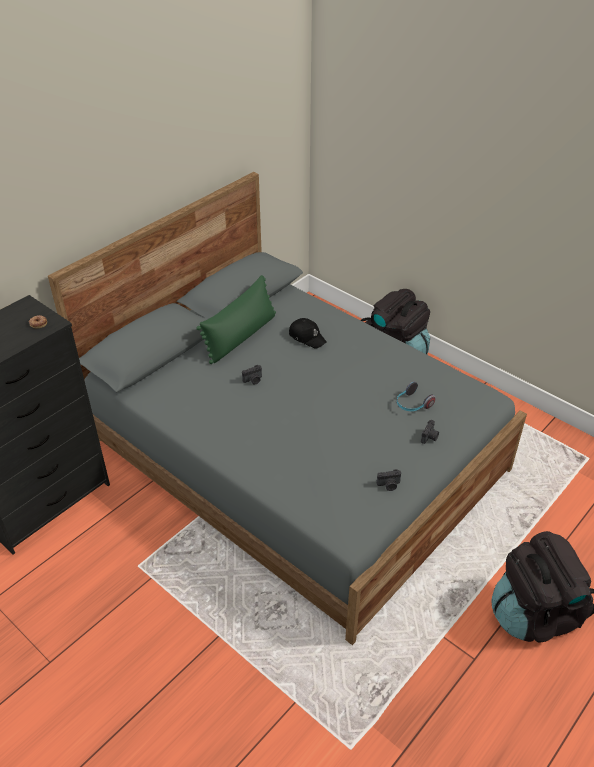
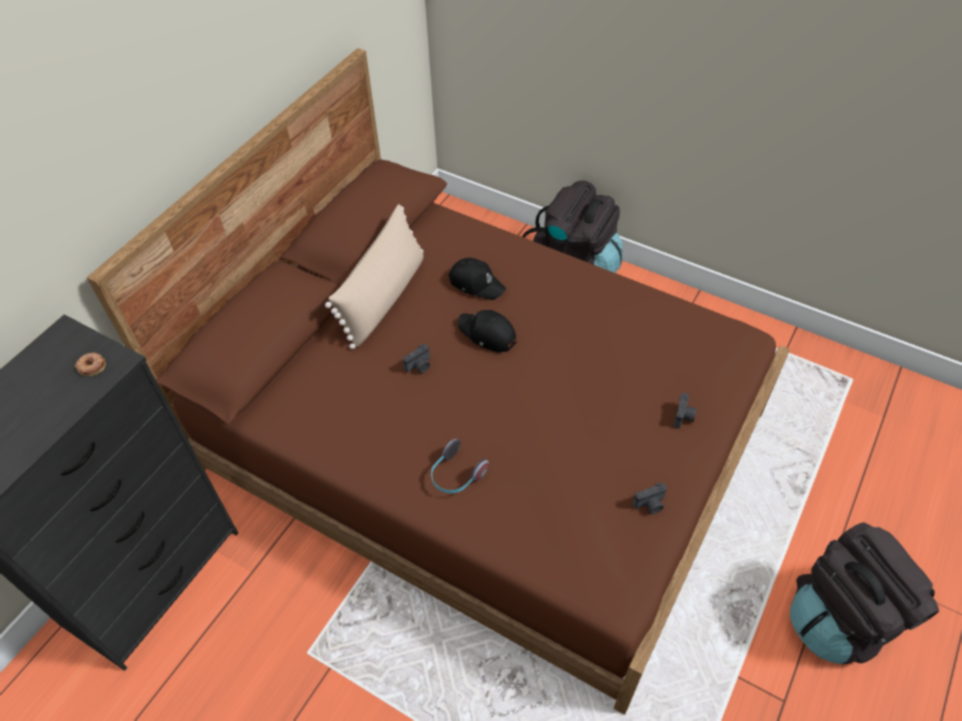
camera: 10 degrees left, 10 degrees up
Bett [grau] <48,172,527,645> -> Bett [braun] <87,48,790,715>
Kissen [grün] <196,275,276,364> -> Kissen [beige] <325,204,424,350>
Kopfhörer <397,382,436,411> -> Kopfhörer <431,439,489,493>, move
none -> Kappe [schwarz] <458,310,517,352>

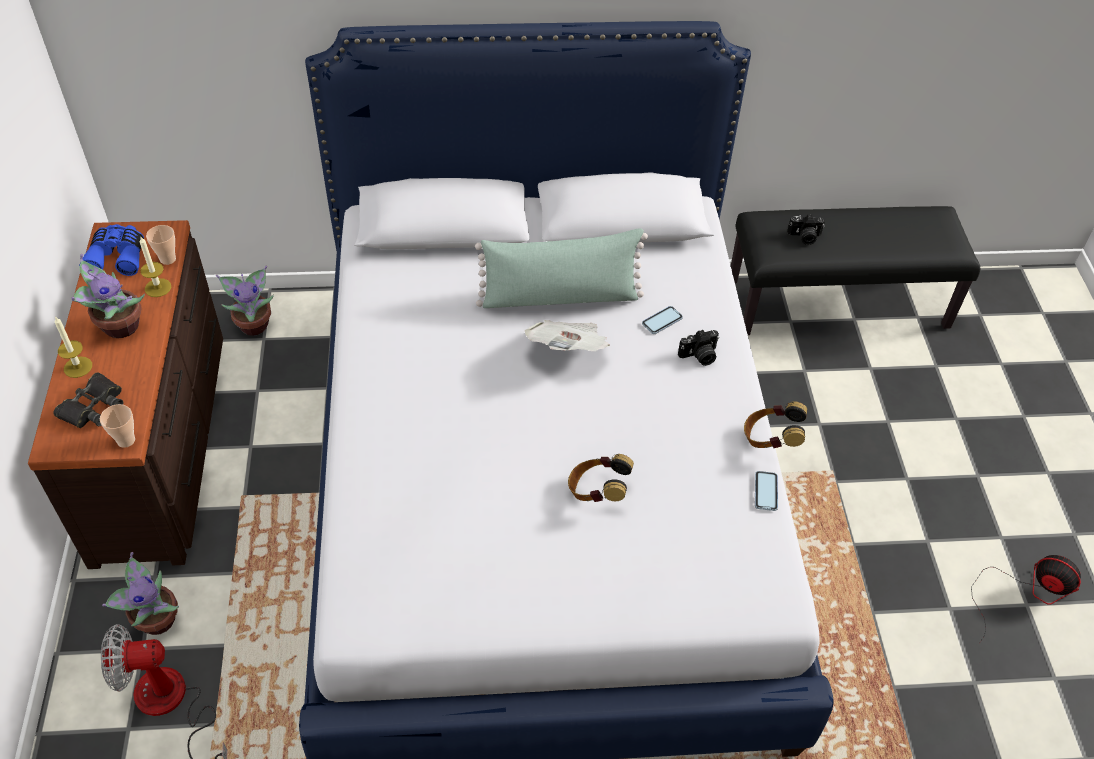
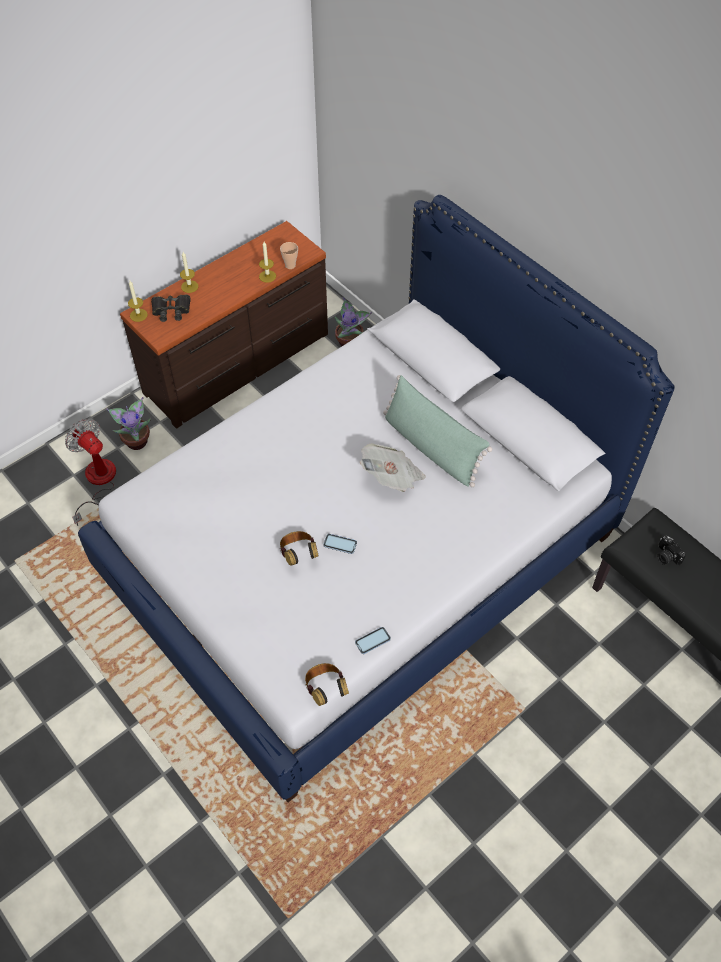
camera: 55 degrees right, 5 degrees up
none -> Kerze <128,281,148,322>
Kopfhörer <744,402,807,448> -> Kopfhörer <305,663,349,706>, move
Handy <642,306,683,334> -> Handy <323,534,357,554>, move
Topfpflanze <72,254,145,338> -> none
Fernglas [blau] <79,224,144,276> -> none
Tasse <100,404,135,448> -> none
Kamera <678,330,719,366> -> none
Ventilator <971,555,1081,644> -> none

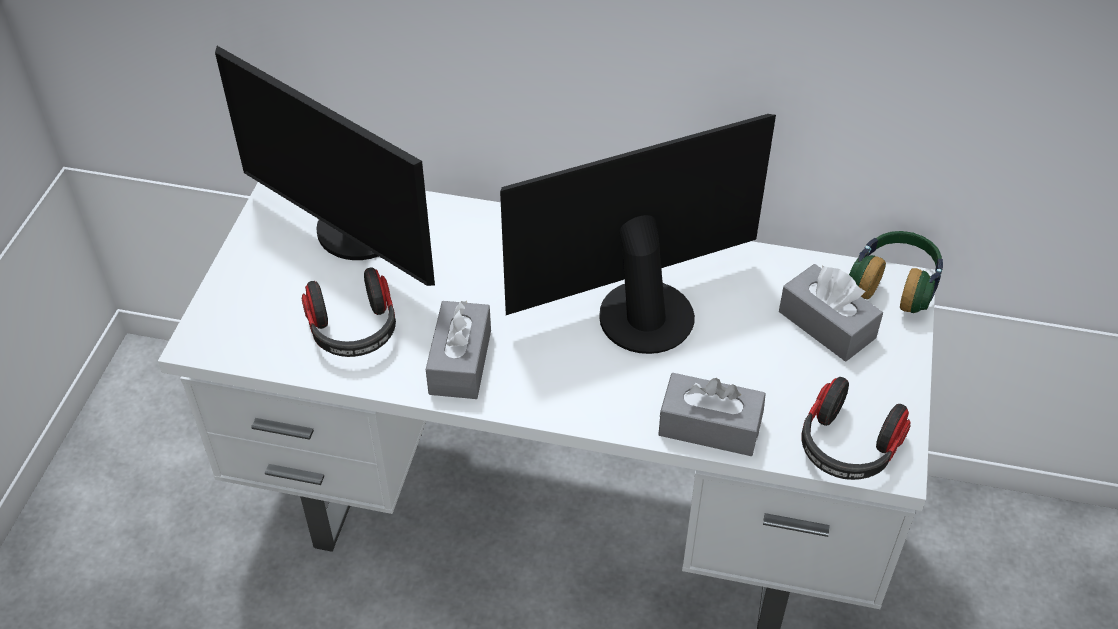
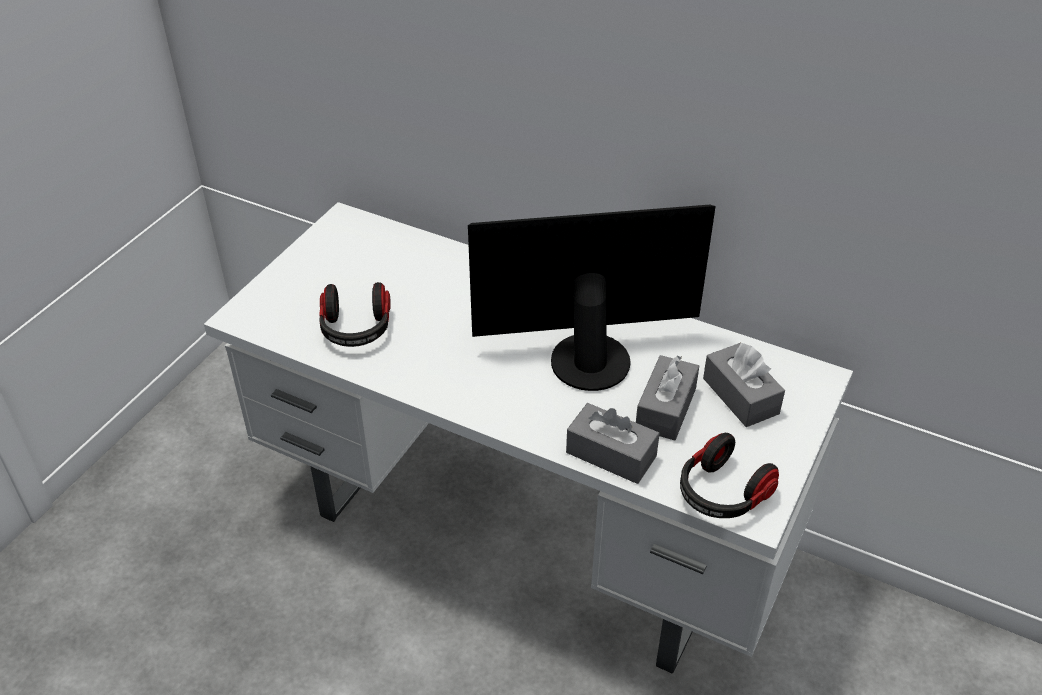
camera: 15 degrees right, 5 degrees down
Taschentuchbox [grau] <426,301,491,399> -> Taschentuchbox [grau] <636,355,699,440>, move
Monitor <215,46,435,286> -> none
Kopfhörer <849,231,943,313> -> none

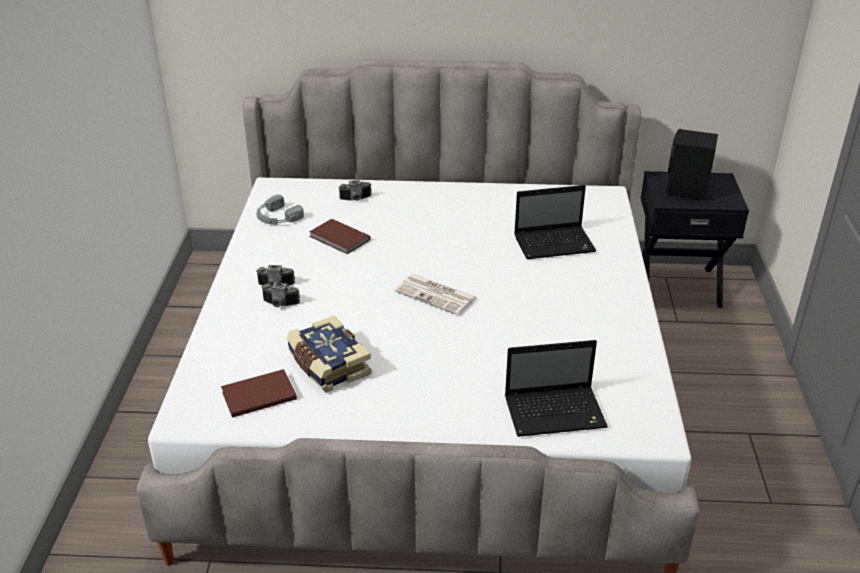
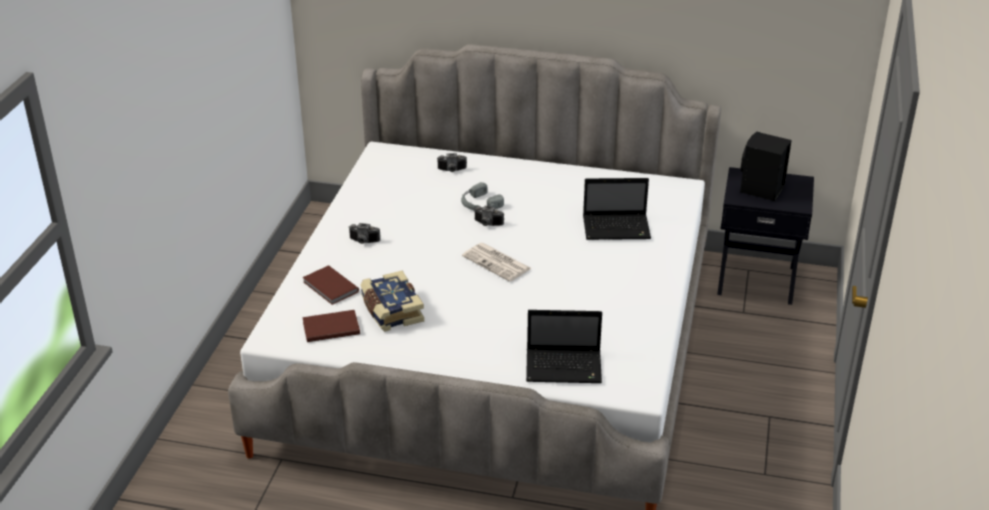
camera: 10 degrees right, 0 degrees up
Buch [braun] <309,219,371,254> -> Buch [braun] <302,265,359,305>, move
Kopfhörer [grau] <256,194,304,225> -> Kopfhörer [grau] <461,182,504,211>, move
Kamera <261,282,300,307> -> Kamera <474,206,504,226>, move

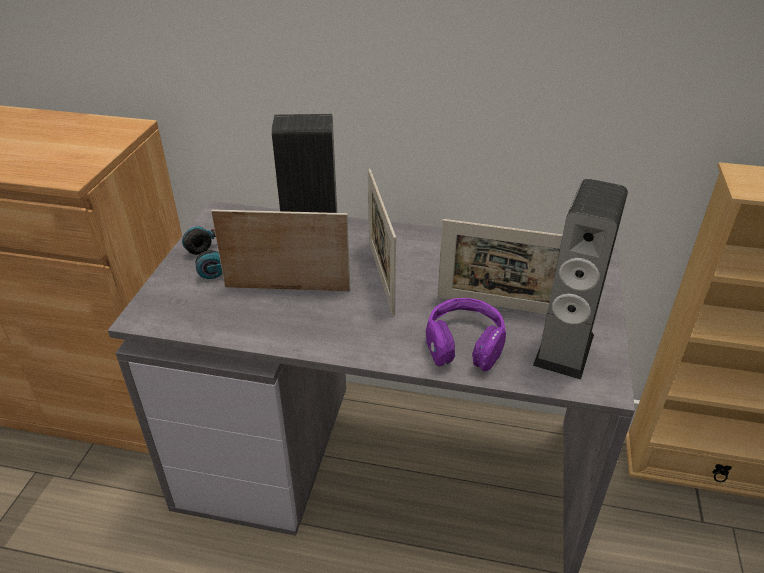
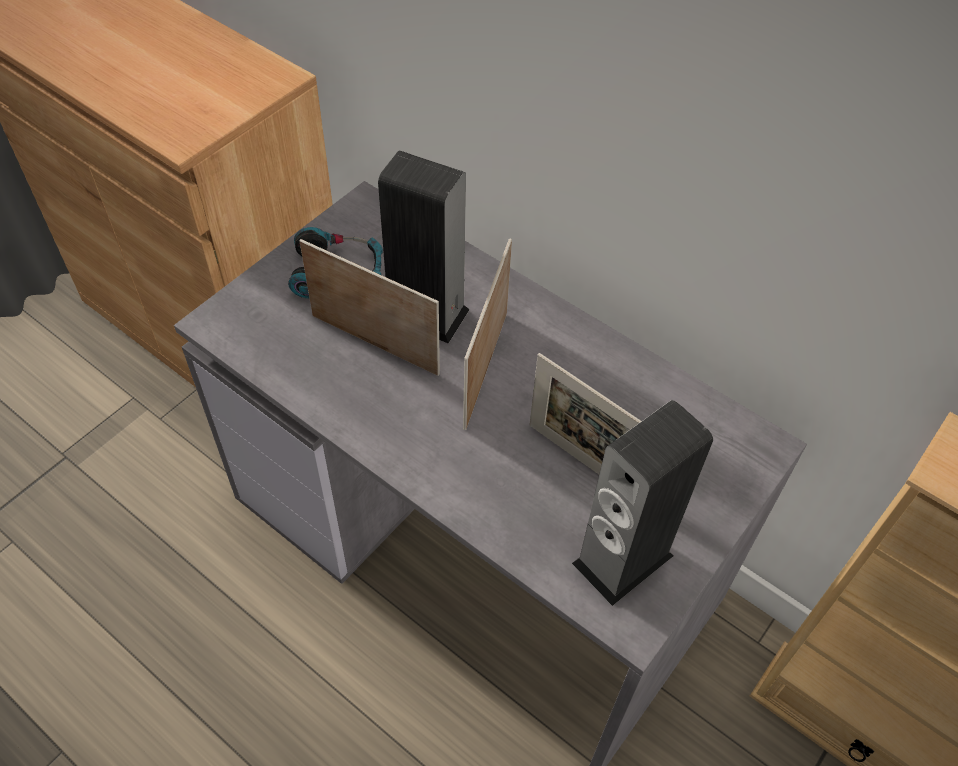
camera: 25 degrees right, 15 degrees up
Kopfhörer [lila] <426,298,506,371> -> none

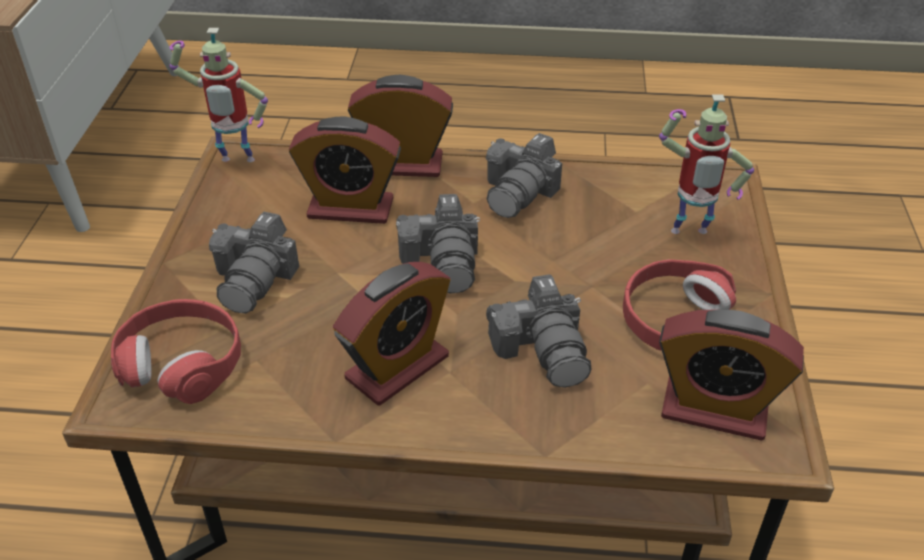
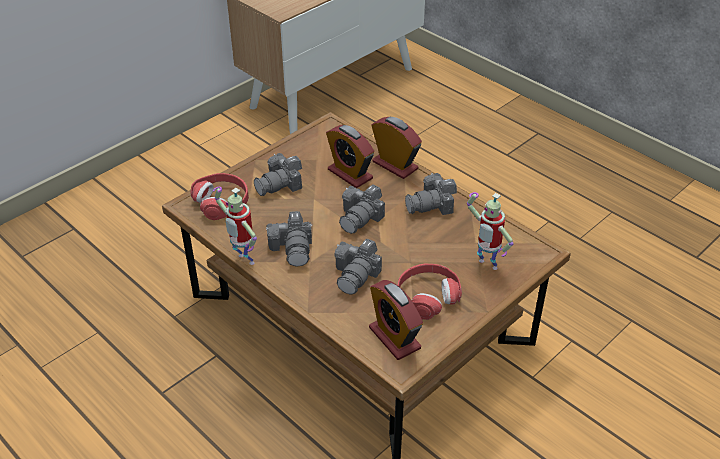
camera: 40 degrees right, 0 degrees up
Spielzeugroboter <169,28,268,162> -> Spielzeugroboter <213,187,257,265>, move
Wecker <333,262,450,406> -> Kamera <266,211,312,267>

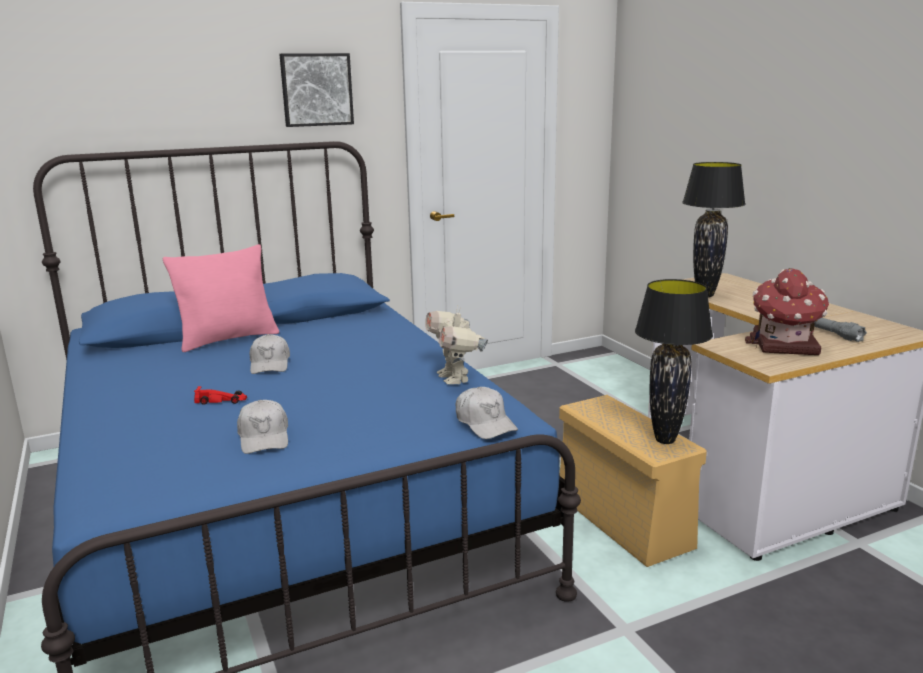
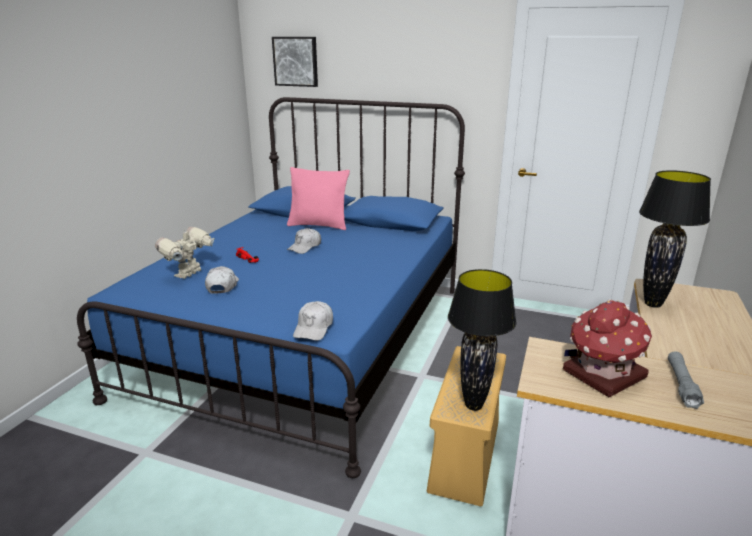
camera: 45 degrees right, 5 degrees up
Spielzeugroboter <425,306,488,385> -> Spielzeugroboter <155,227,215,279>, move
Kappe [weiß] <237,400,288,454> -> Kappe [weiß] <205,266,239,294>, 150 degrees clockwise
Bild <279,53,354,127> -> Bild <272,37,318,87>, move

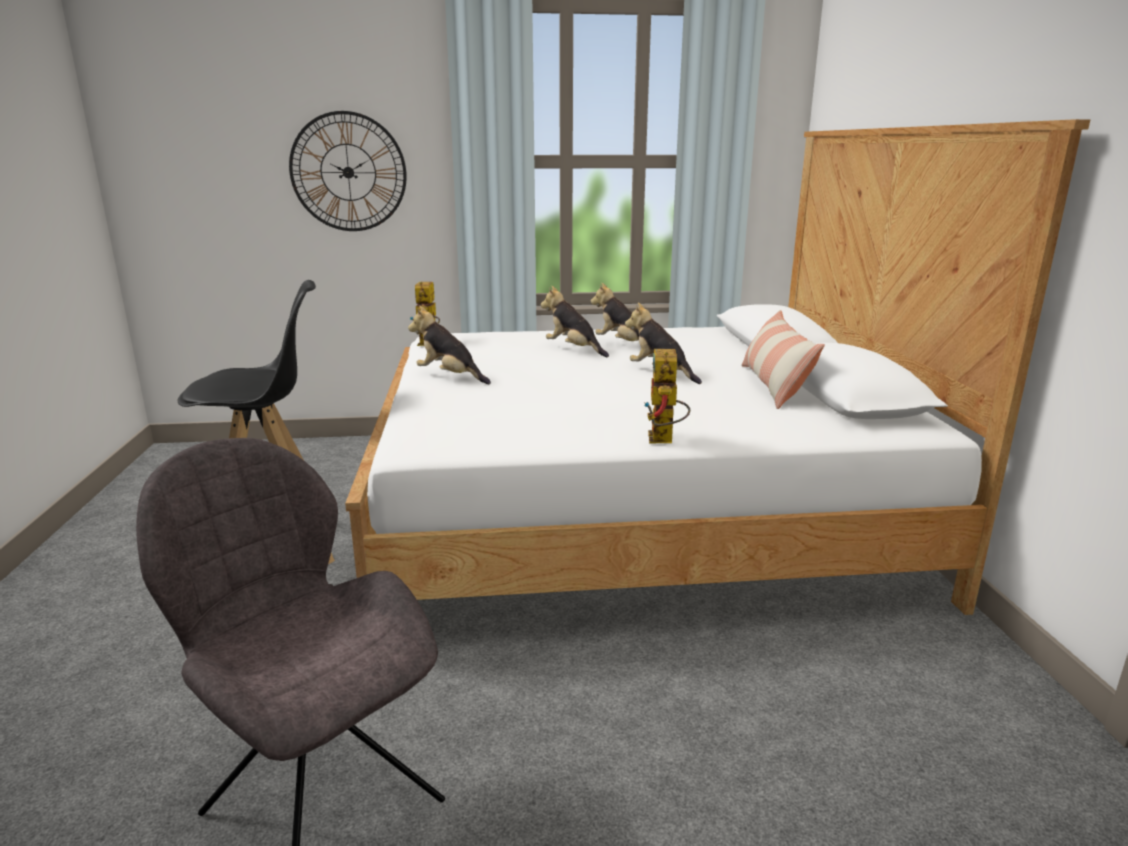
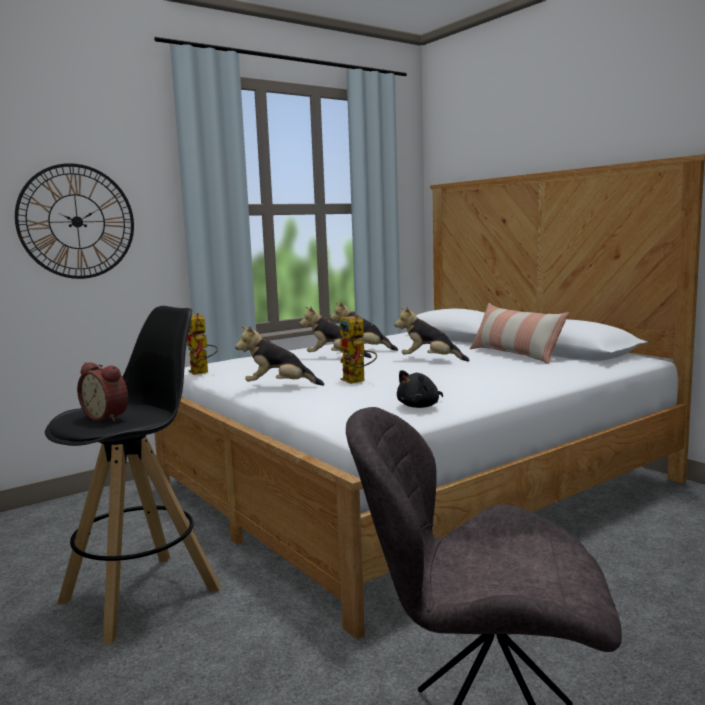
camera: 30 degrees left, 10 degrees down
none -> Wecker <77,362,128,422>
Spielzeugroboter <644,349,690,443> -> Spielzeugroboter <340,315,377,384>, move
none -> Plüschtier [schwarz] <397,370,443,408>

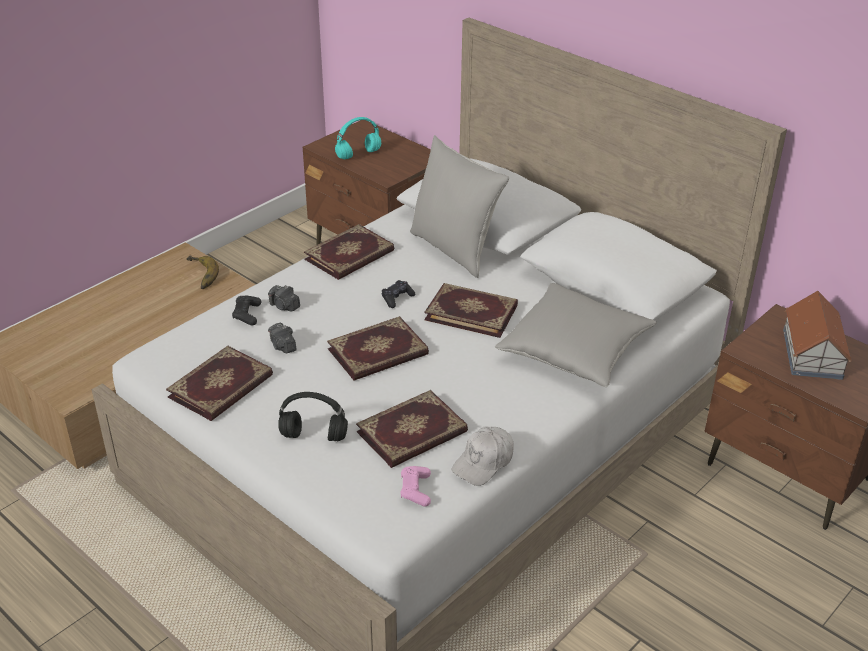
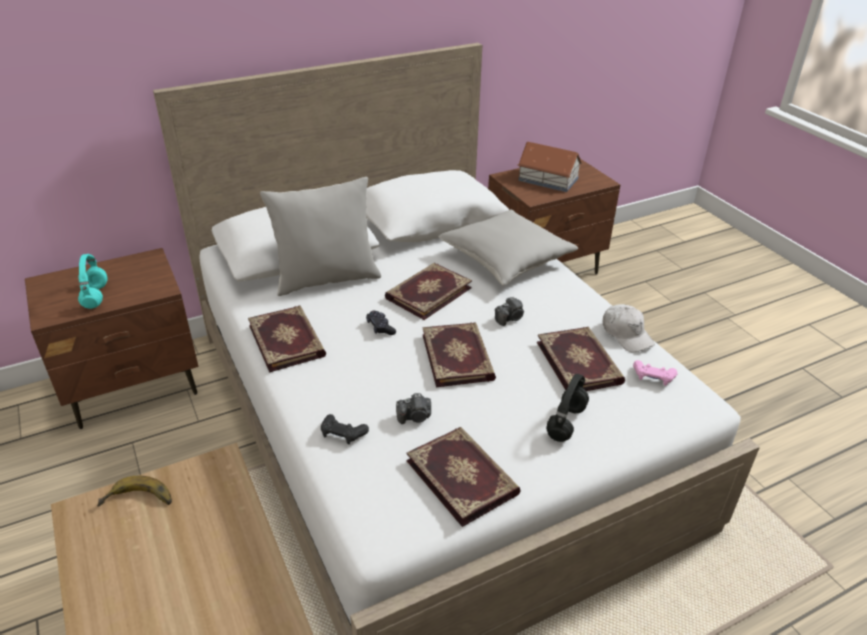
camera: 70 degrees left, 0 degrees up
Kamera <268,285,300,311> -> Kamera <495,297,524,326>, move

